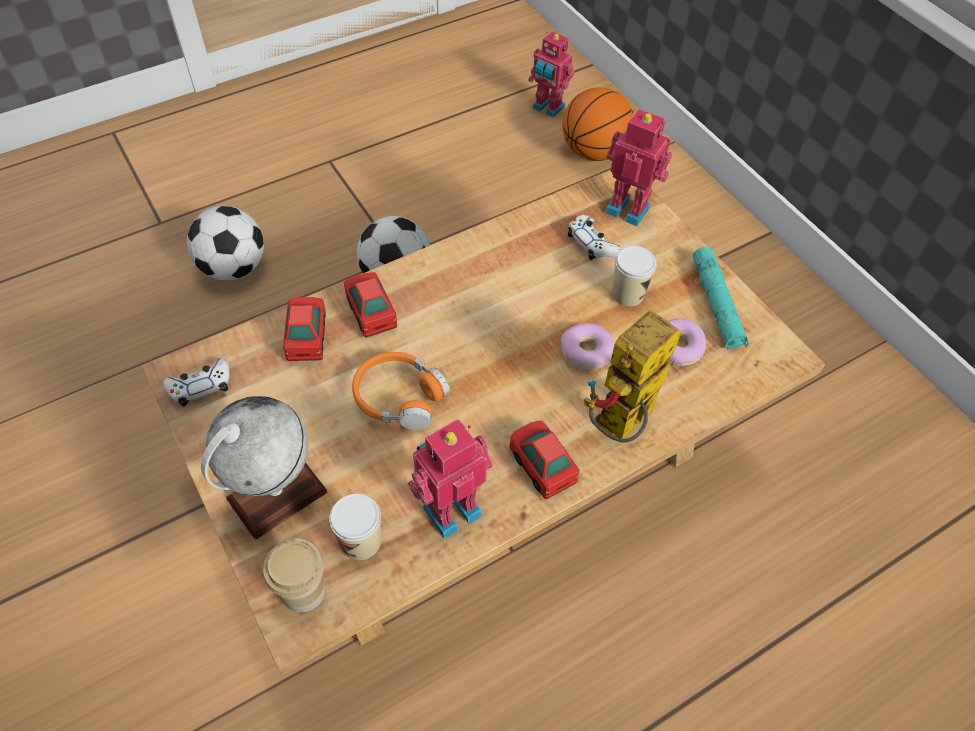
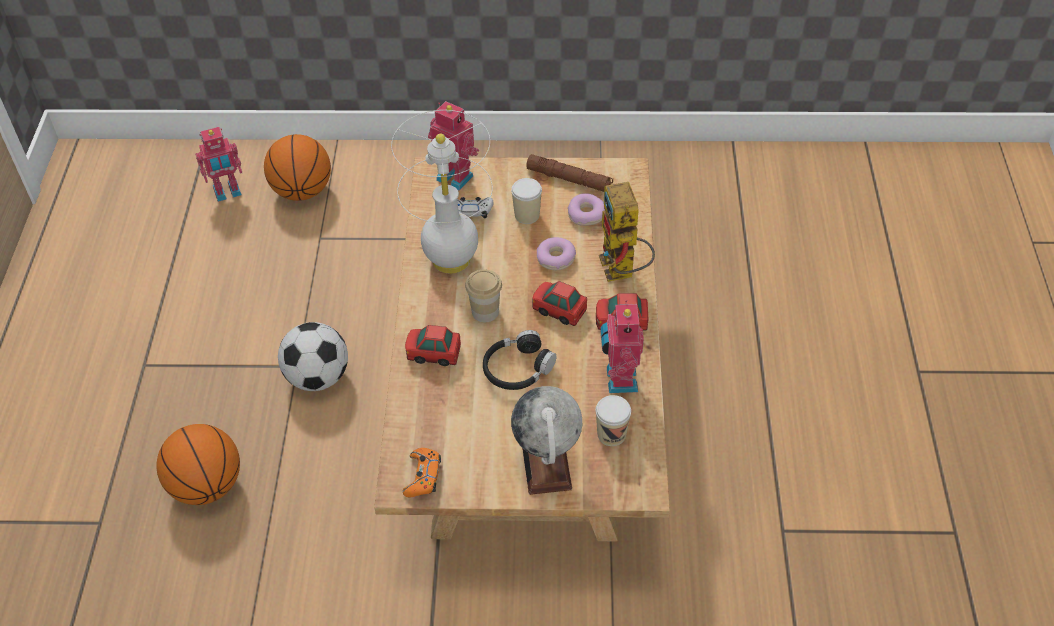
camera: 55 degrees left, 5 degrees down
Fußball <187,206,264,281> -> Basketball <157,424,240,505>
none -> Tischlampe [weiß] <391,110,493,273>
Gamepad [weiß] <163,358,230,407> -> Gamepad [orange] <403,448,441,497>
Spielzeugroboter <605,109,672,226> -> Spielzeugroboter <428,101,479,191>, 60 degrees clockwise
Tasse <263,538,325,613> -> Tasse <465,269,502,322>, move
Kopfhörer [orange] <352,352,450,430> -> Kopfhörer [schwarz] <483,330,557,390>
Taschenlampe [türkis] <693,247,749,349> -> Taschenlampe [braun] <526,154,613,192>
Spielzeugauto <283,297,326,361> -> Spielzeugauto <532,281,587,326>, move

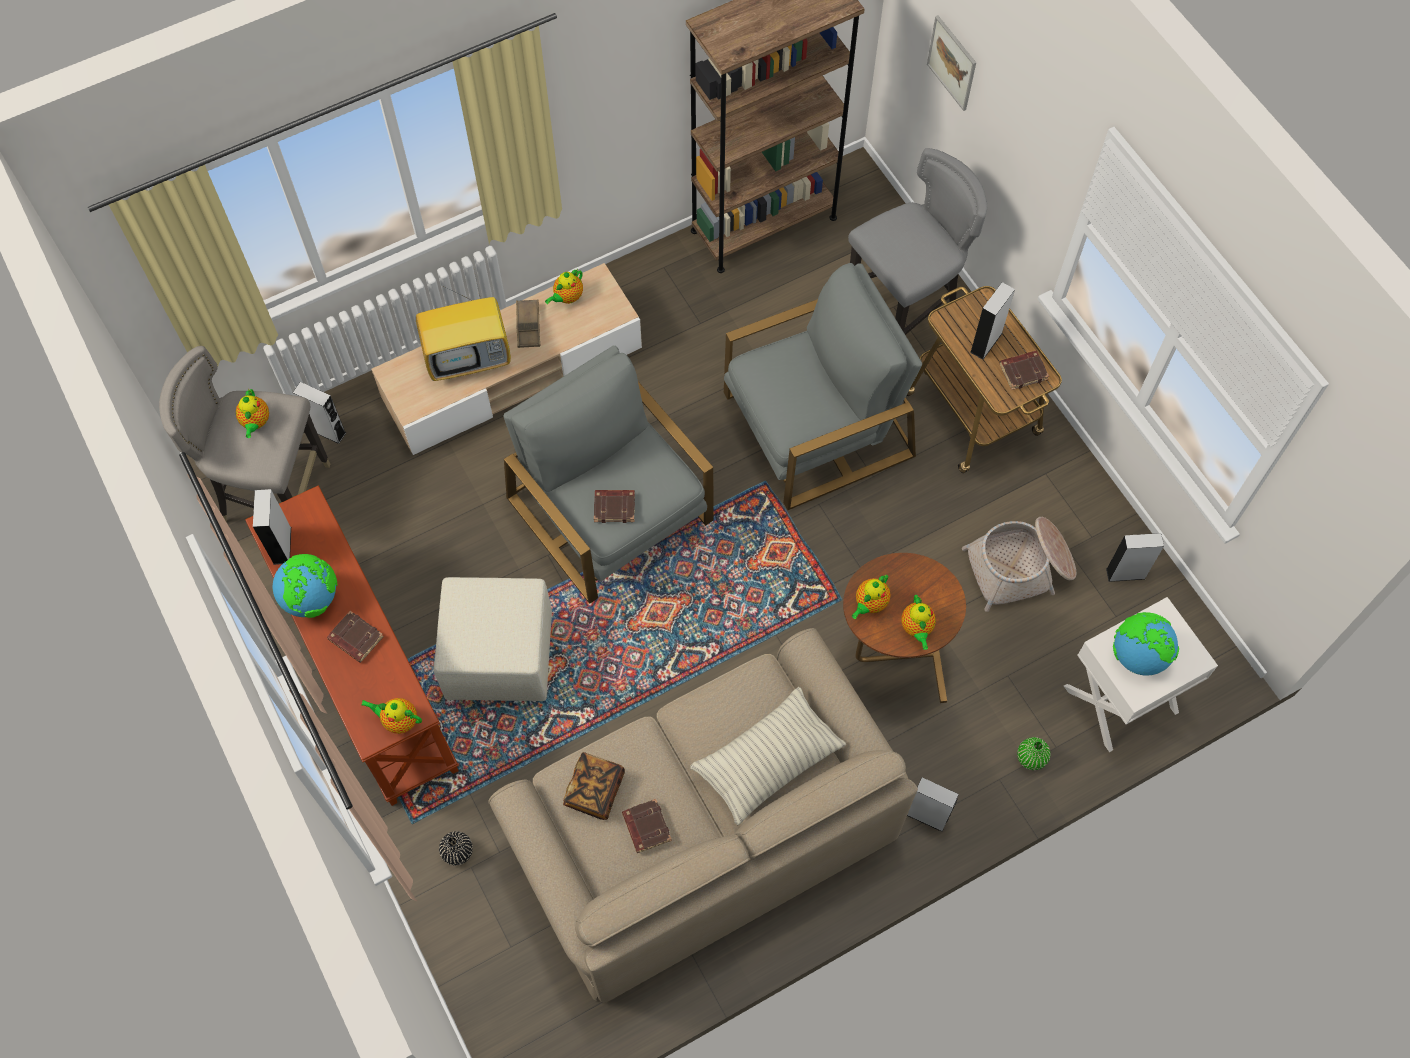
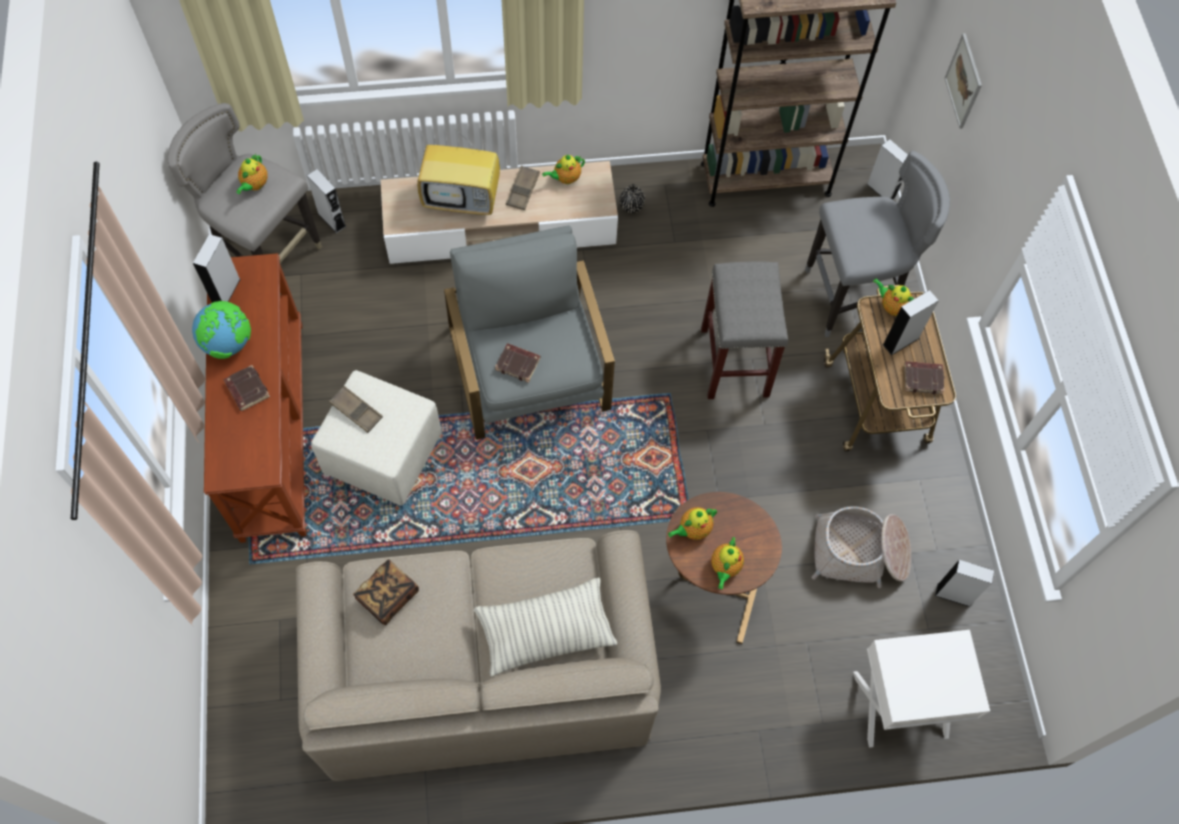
camera: 20 degrees right, 0 degrees up
none -> Tablett [braun] <329,386,383,433>
Vase [schwarz] <439,831,473,865> -> Vase [schwarz] <620,184,645,213>, move
Sessel [grau] <724,263,922,510> -> Hocker [grau] <701,261,788,399>
Lautsprecher [grau] <907,777,959,832> -> Lautsprecher [grau] <867,139,908,200>, move
Teekanne <361,698,422,734> -> Teekanne <873,278,914,316>, move
Buch [braun] <622,799,672,853> -> none
Vase [grün] <1017,737,1050,770> -> none
Globus <1113,612,1179,675> -> none

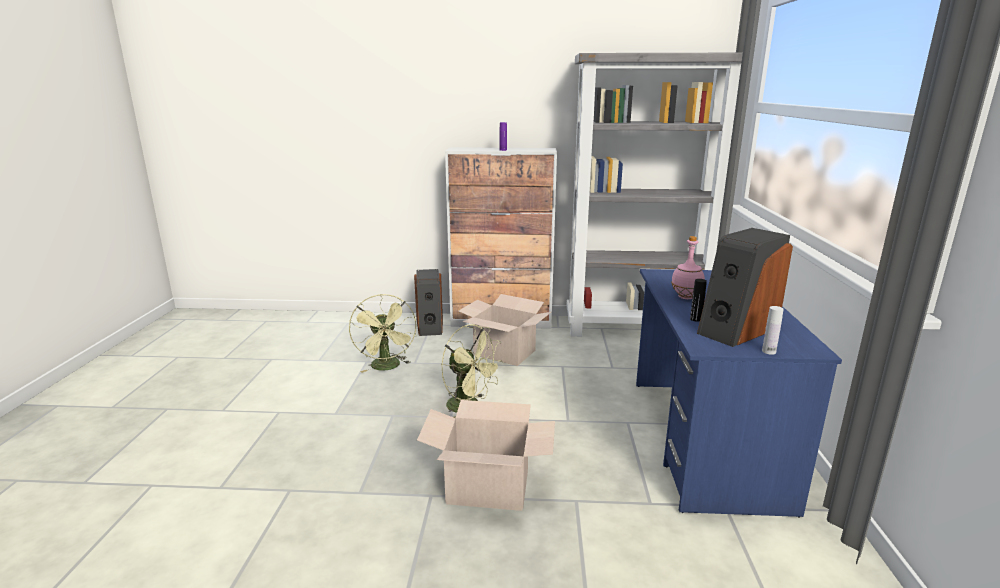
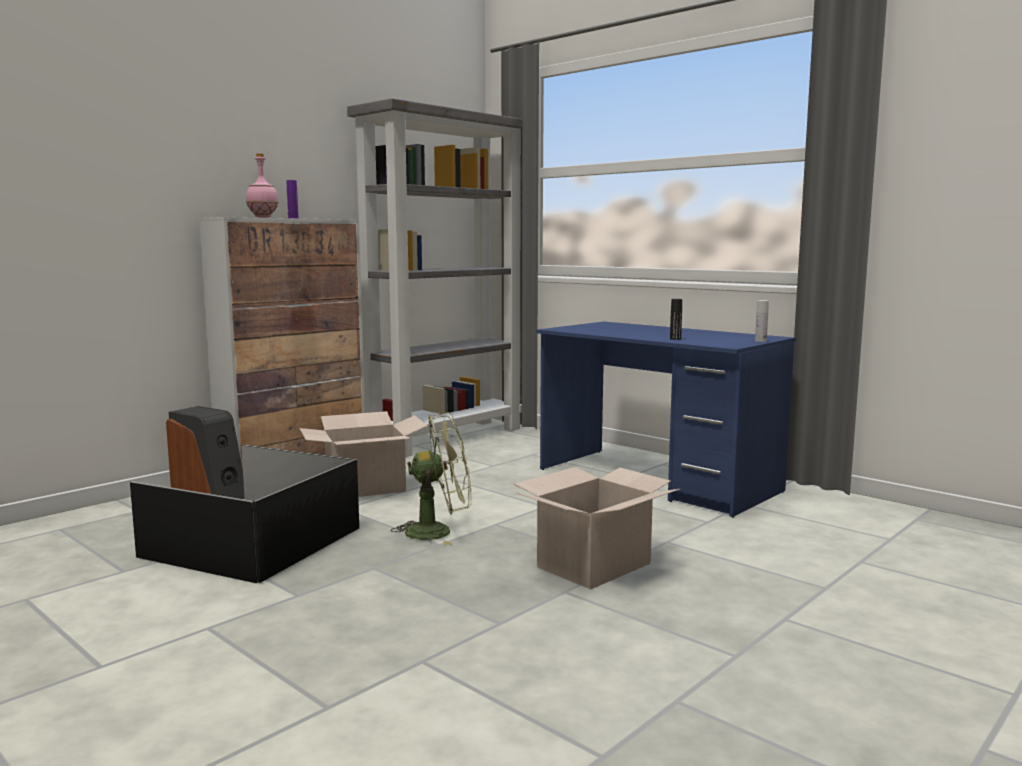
camera: 50 degrees left, 10 degrees down
Ventilator [grün] <349,294,416,373> -> Aufbewahrungsbox [schwarz] <130,445,359,583>
Flasche [rosa] <671,236,705,299> -> Flasche [rosa] <246,153,279,218>, move
Lautsprecher <697,228,793,347> -> none

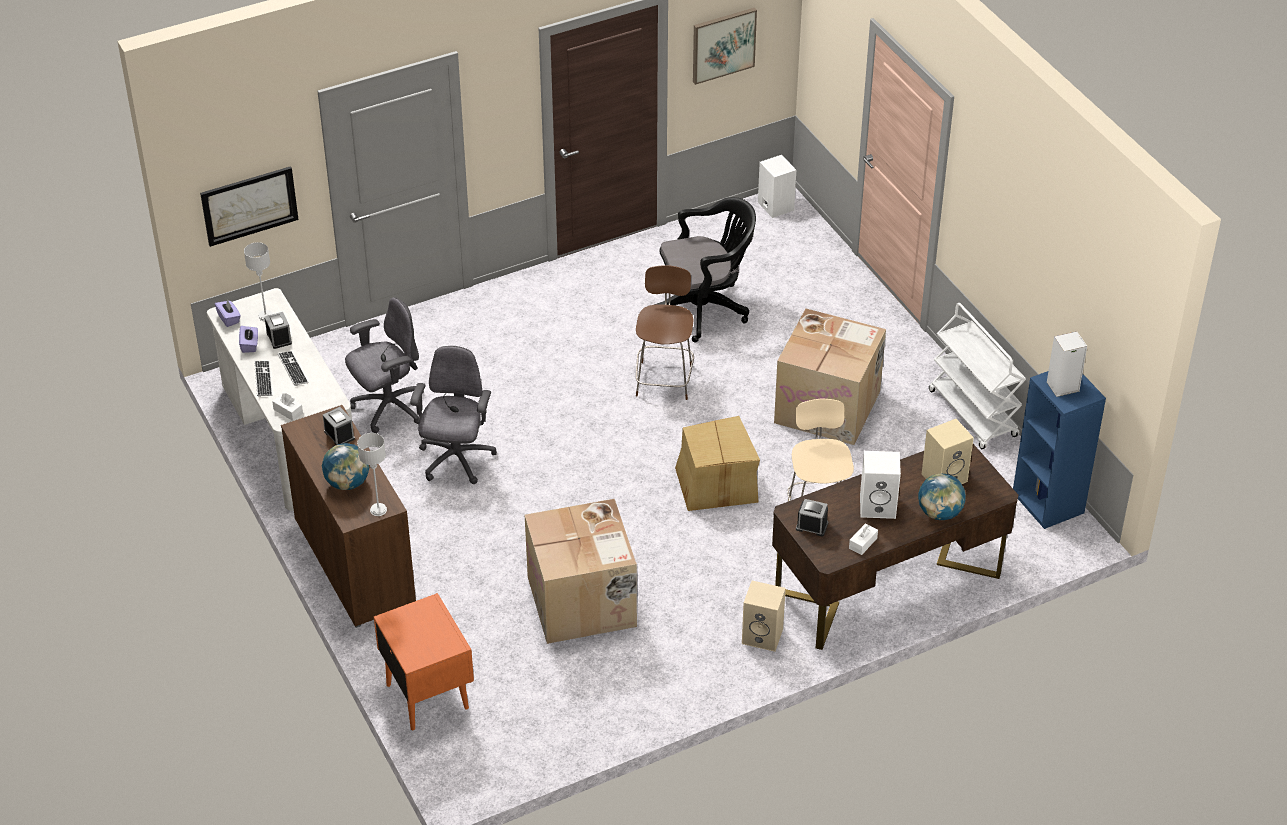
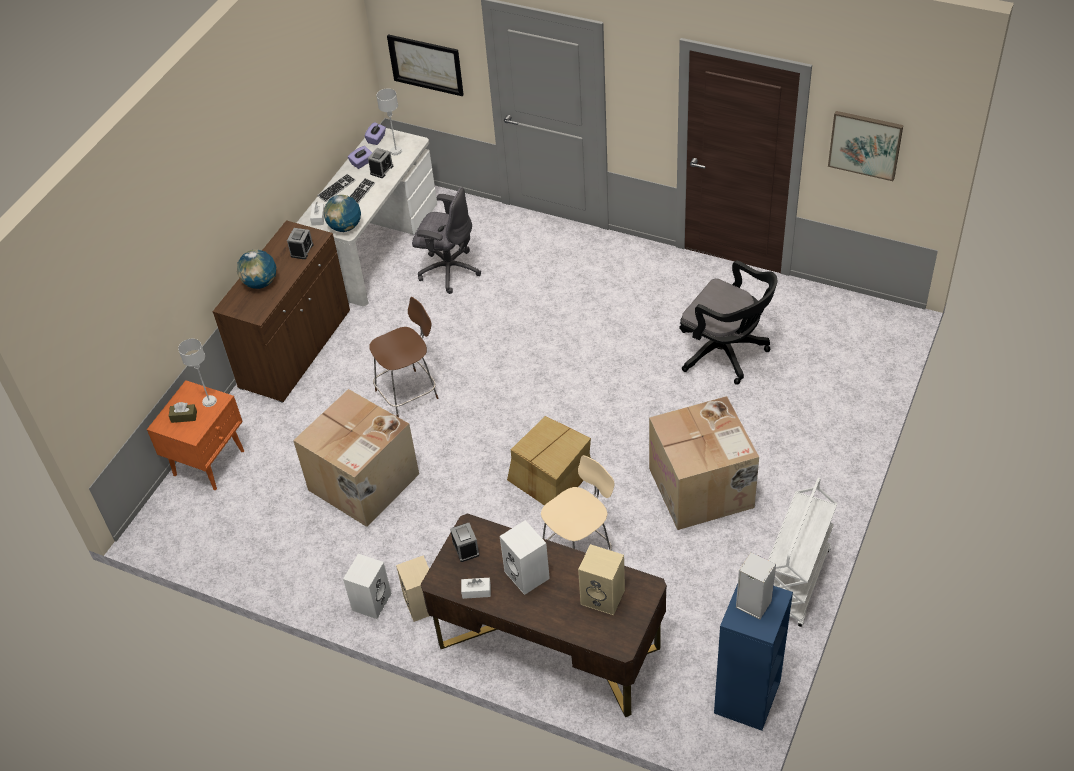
camera: 55 degrees right, 5 degrees up
none -> Taschentuchbox [braun] <169,402,197,423>
Tischlampe [grau] <357,433,387,516> -> Tischlampe [grau] <178,339,217,407>, move
Globus <918,474,966,520> -> Globus <324,195,361,232>, move
Lautsprecher [weiß] <758,155,796,218> -> Lautsprecher [weiß] <343,554,392,619>, move
Stuhl [braun] <636,265,694,400> -> Stuhl [braun] <369,297,438,417>, move
Bürostuhl [grau] <410,346,497,484> -> none

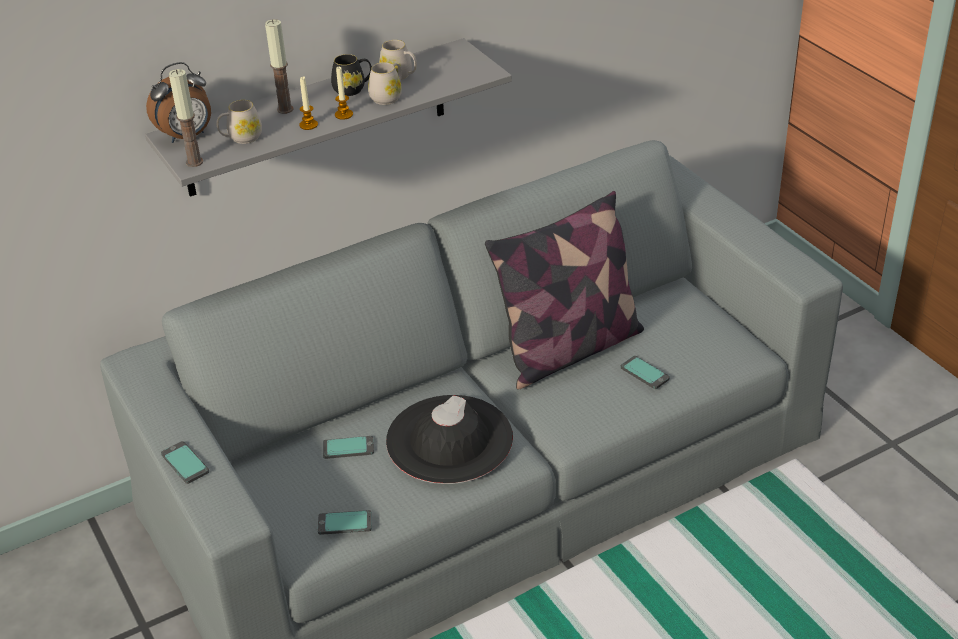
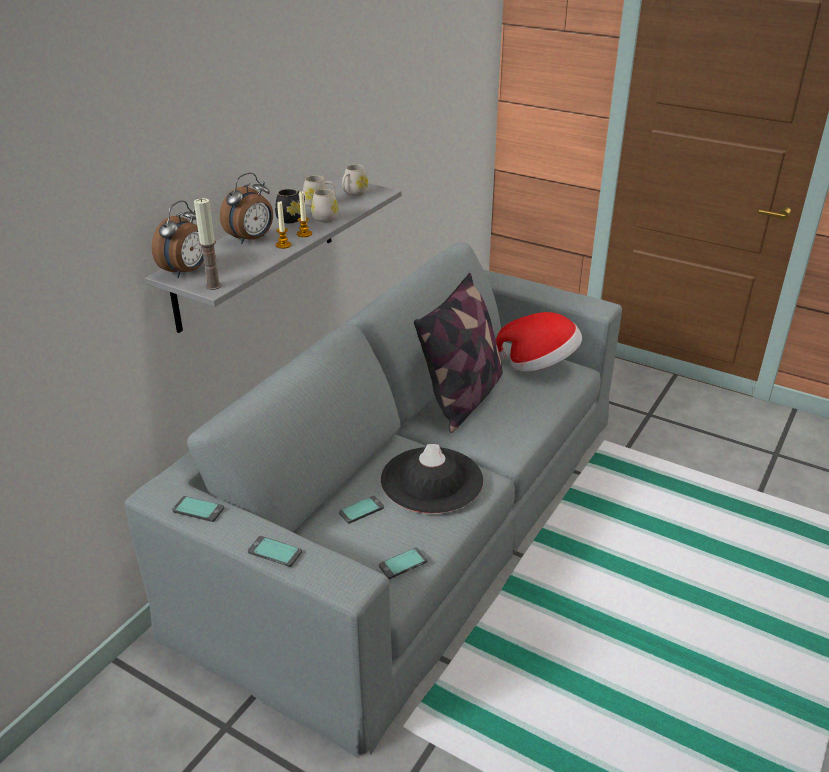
camera: 30 degrees left, 5 degrees down
Handy <620,356,670,389> -> Handy <172,496,224,522>, move
Kerze <265,19,294,114> -> Wecker <220,173,273,244>
Henkelbecher [weiß] <217,100,262,144> -> Henkelbecher [weiß] <342,164,369,197>, move
none -> Hut <496,312,582,372>

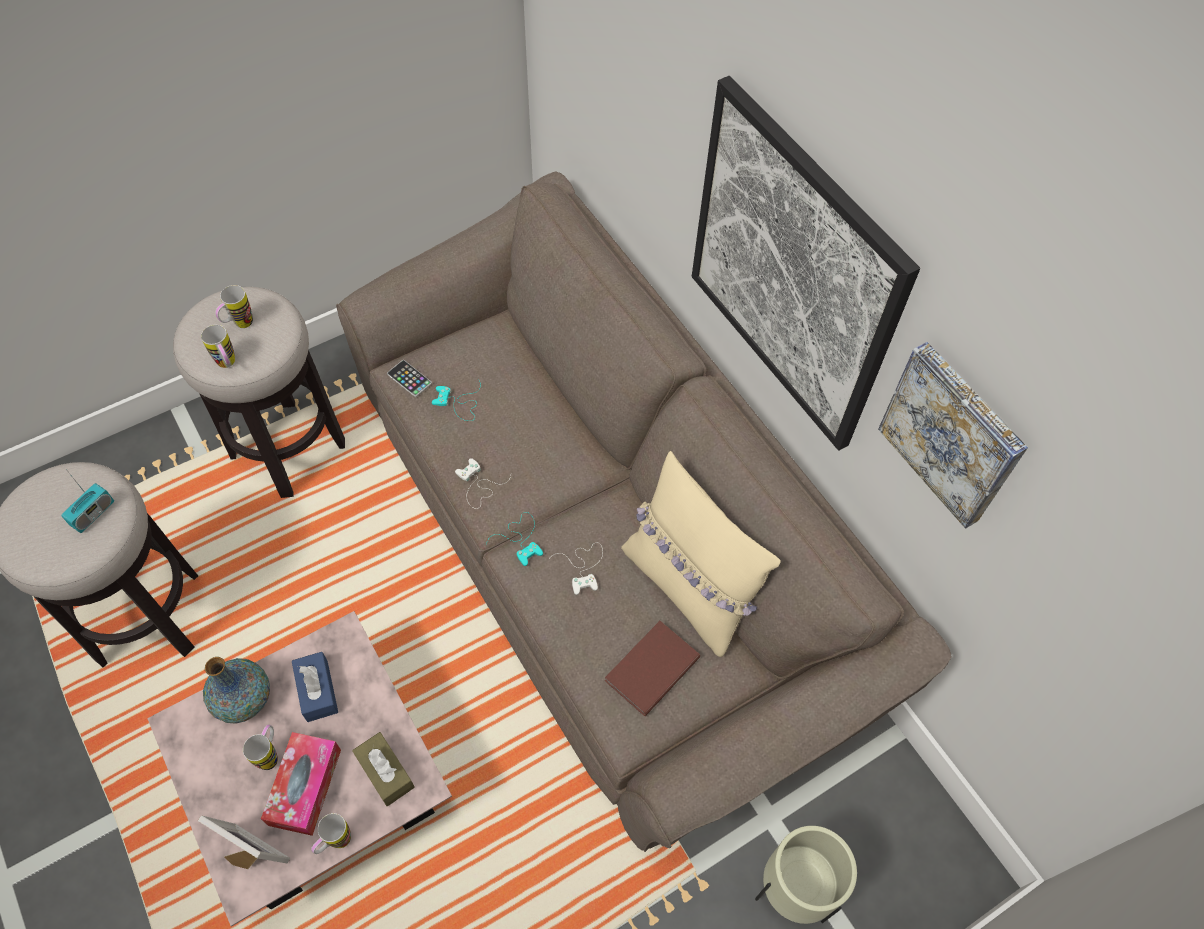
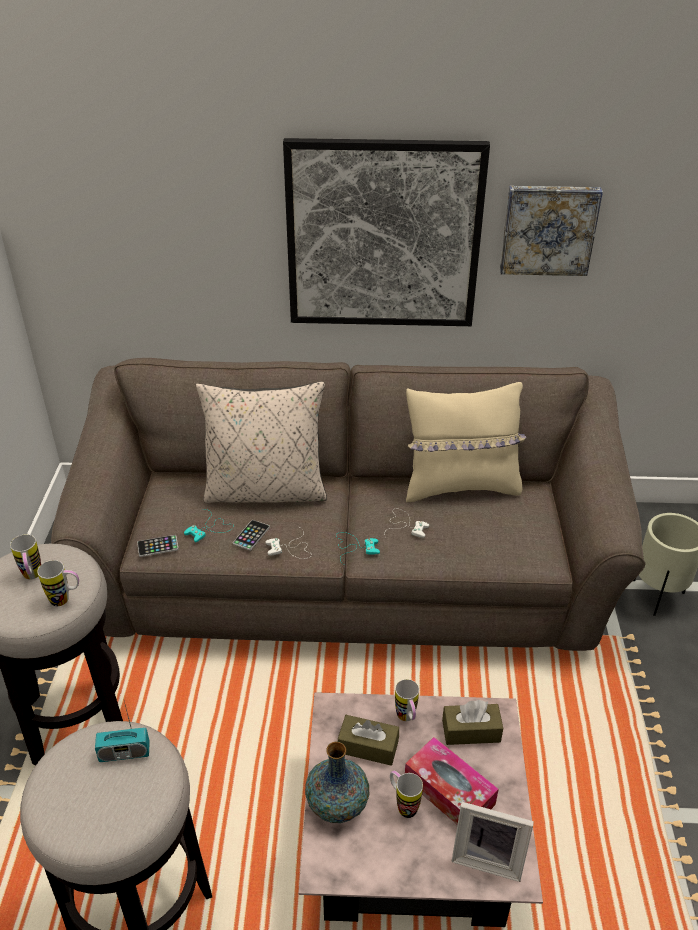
camera: 55 degrees left, 20 degrees down
Radio <61,469,114,533> -> Radio <95,701,150,762>, 105 degrees clockwise
none -> Kissen [beige] <196,381,327,503>
none -> Handy <233,520,270,551>
Taschentuchbox [blau] <292,652,338,722> -> Taschentuchbox [braun] <338,715,399,766>
Henkelbecher <311,813,351,854> -> Henkelbecher <395,679,419,721>, move
Bilderrahmen <198,816,290,869> -> Bilderrahmen <452,802,534,882>, 135 degrees counterclockwise
Buch [braun] <605,621,700,716> -> none

